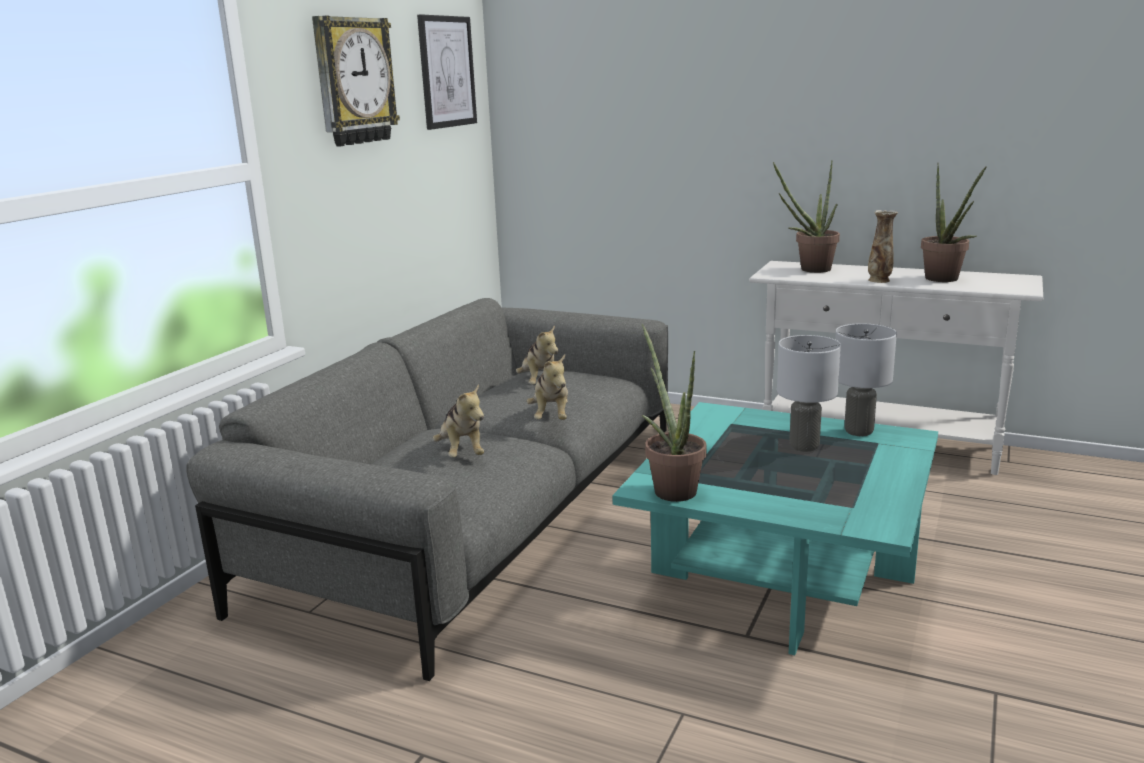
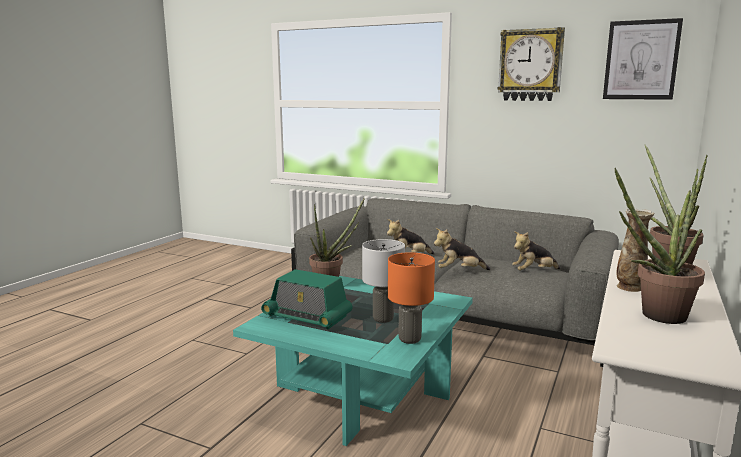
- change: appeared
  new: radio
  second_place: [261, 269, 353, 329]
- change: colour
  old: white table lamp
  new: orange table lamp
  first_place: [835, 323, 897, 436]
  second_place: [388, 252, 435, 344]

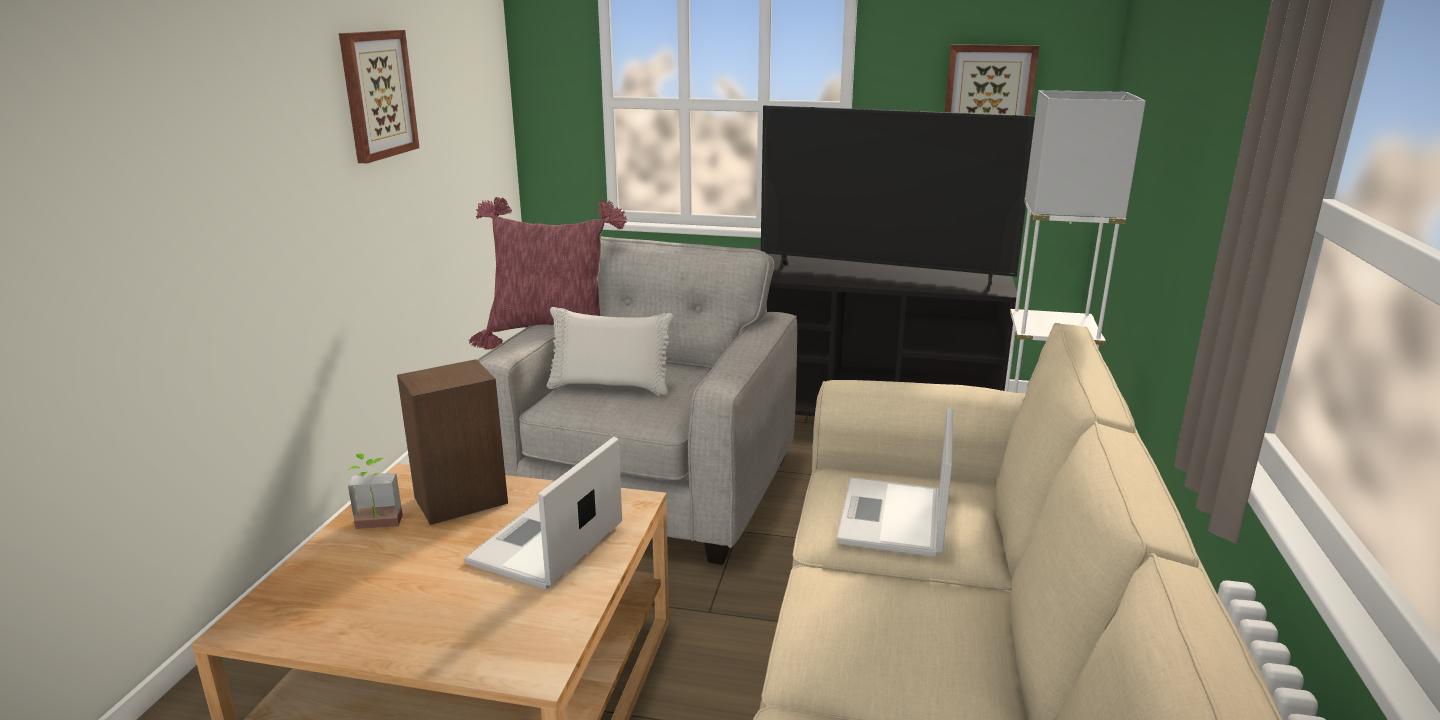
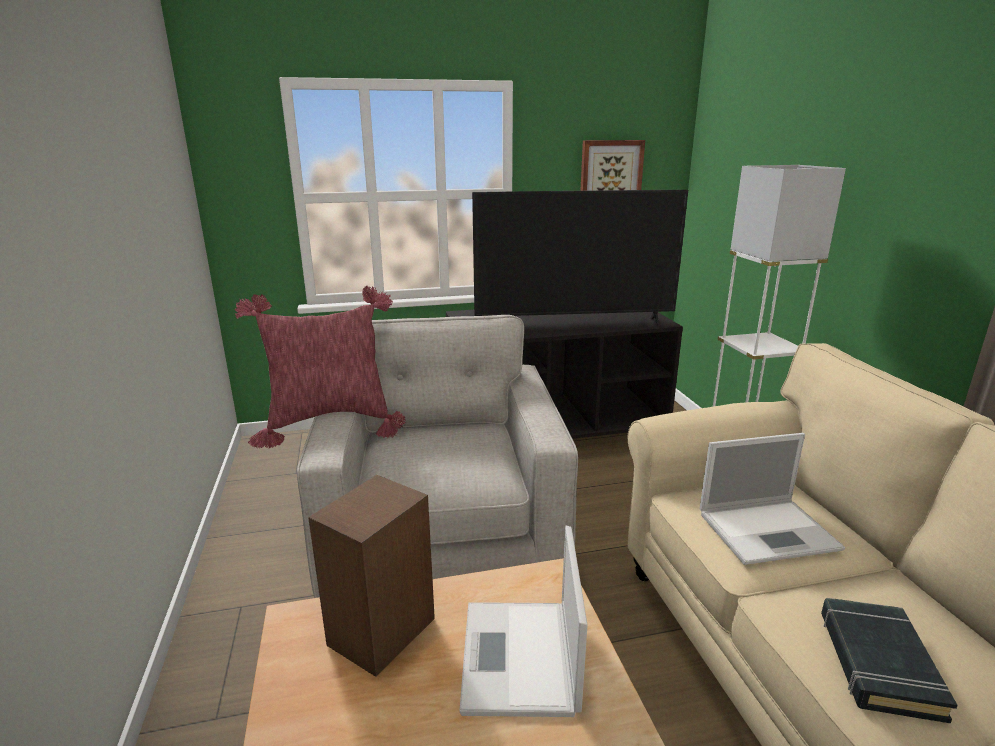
- change: spun
  old: laptop
  first_place: [836, 408, 953, 557]
  second_place: [700, 433, 845, 565]
  degrees: -90
- change: appeared
  new: black book
  second_place: [821, 598, 958, 723]
- change: missing
  old: picture
  first_place: [339, 30, 420, 163]
- change: missing
  old: potted plant
  first_place: [348, 453, 403, 529]
- change: missing
  old: white pillow
  first_place: [547, 307, 673, 396]

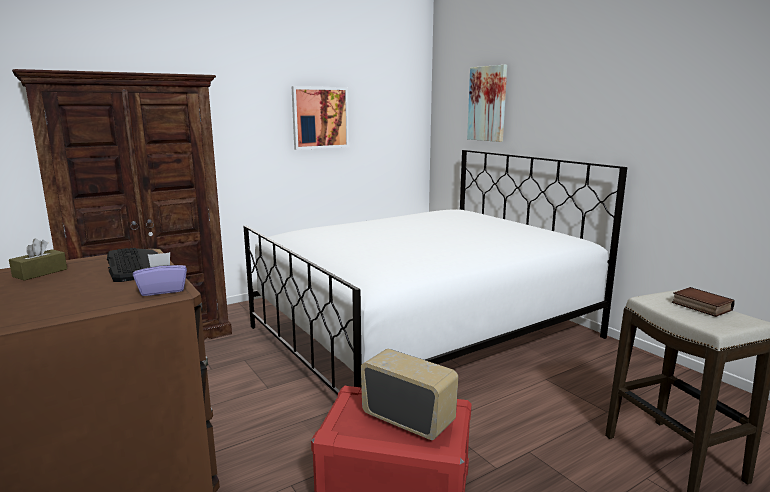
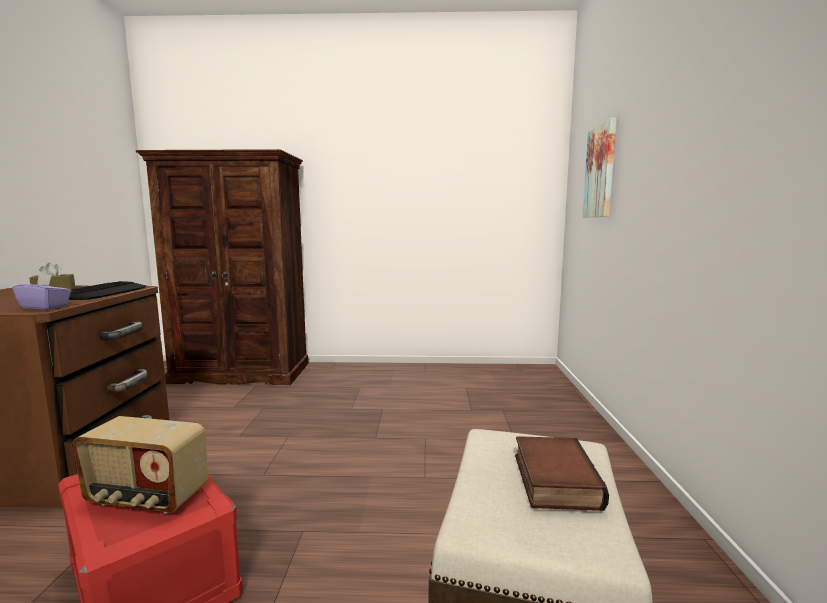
- change: spun
  old: radio
  first_place: [361, 349, 459, 440]
  second_place: [73, 416, 208, 514]
  degrees: 120
- change: missing
  old: white bed
  first_place: [244, 150, 627, 395]
- change: missing
  old: picture
  first_place: [291, 86, 349, 150]

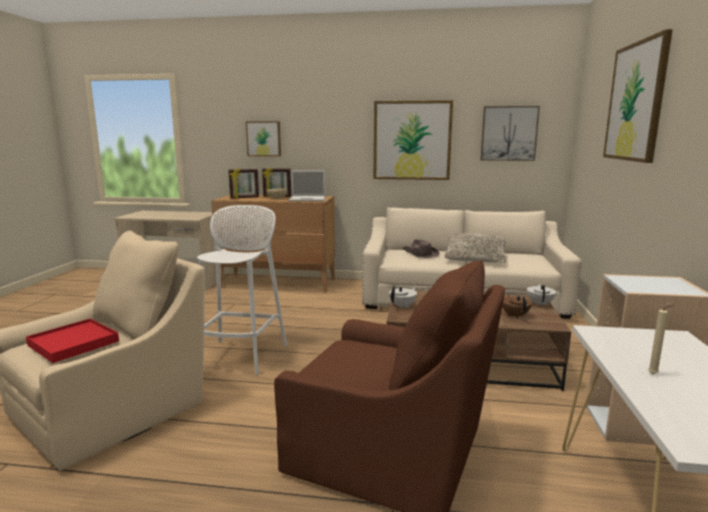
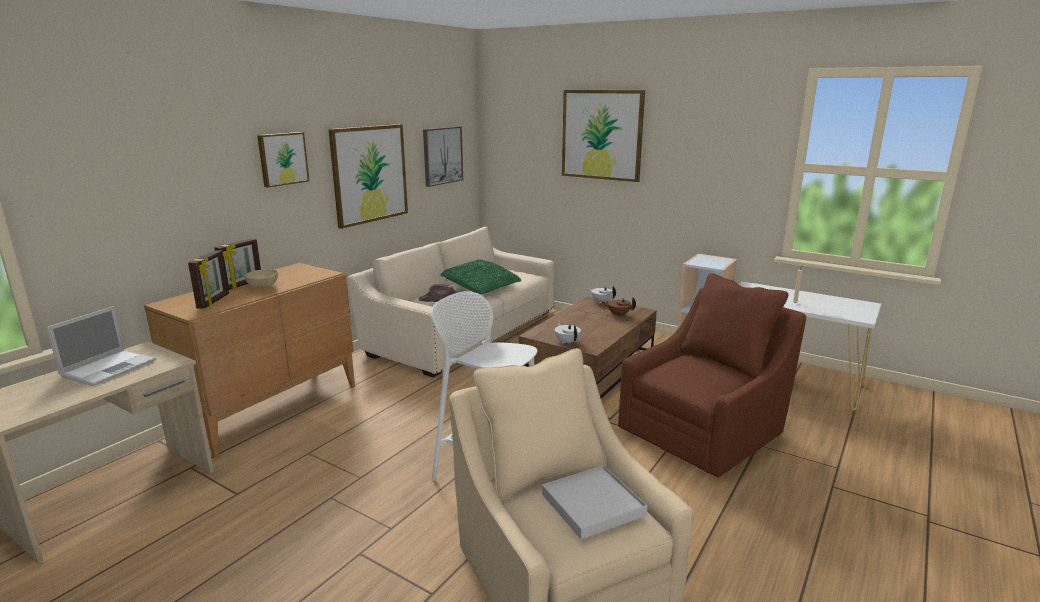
- change: relocated
  old: laptop
  first_place: [289, 170, 325, 202]
  second_place: [46, 306, 156, 386]
- change: relocated
  old: picture
  first_place: [246, 121, 281, 156]
  second_place: [257, 132, 309, 187]
- change: colour
  old: beige pillow
  new: green pillow
  first_place: [444, 233, 507, 263]
  second_place: [440, 259, 521, 294]
- change: colour
  old: red tray
  new: white tray
  first_place: [26, 319, 119, 363]
  second_place: [542, 465, 648, 540]

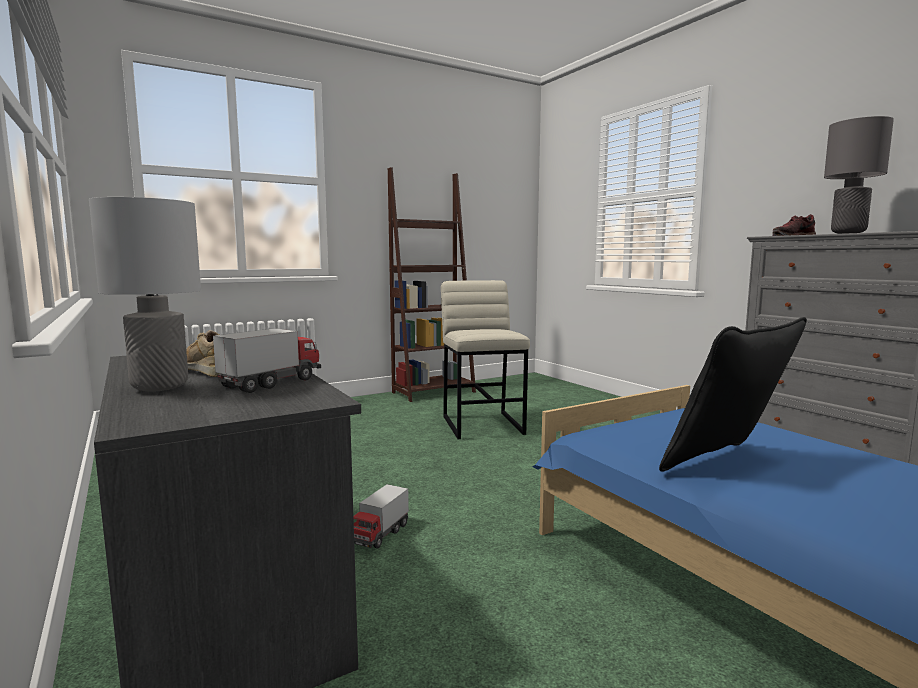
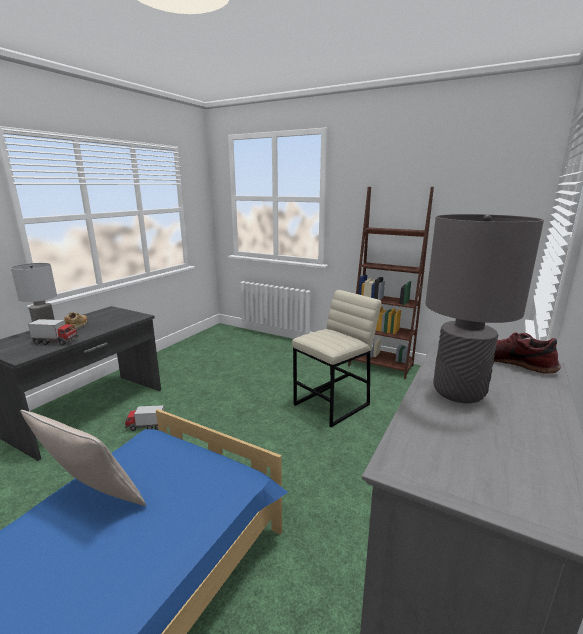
- change: colour
  old: black pillow
  new: beige pillow
  first_place: [659, 317, 807, 472]
  second_place: [20, 410, 146, 506]

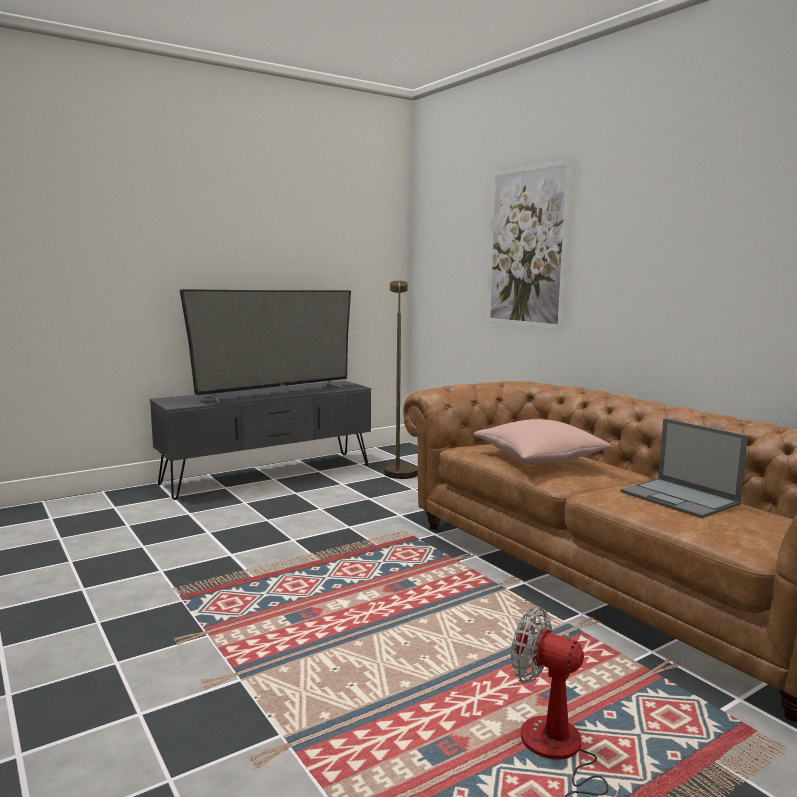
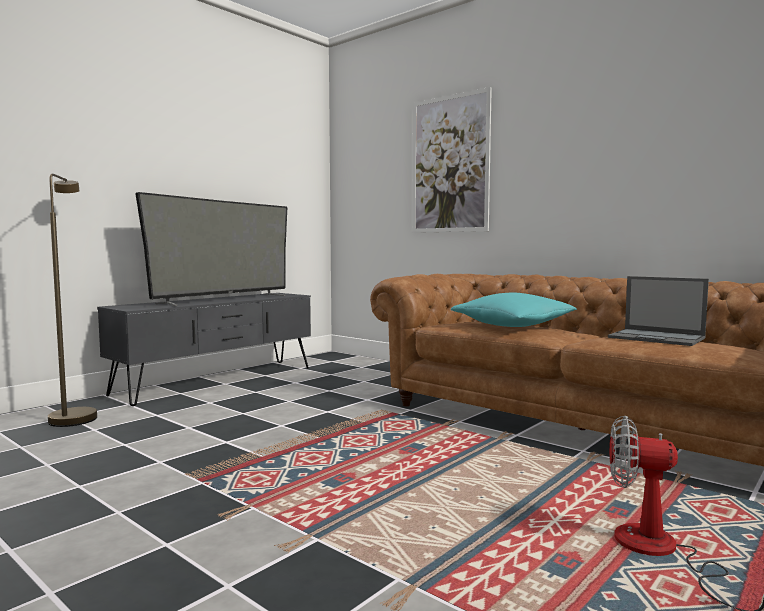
- change: relocated
  old: brown floor lamp
  first_place: [384, 280, 418, 479]
  second_place: [48, 174, 97, 427]
- change: colour
  old: pink pillow
  new: turquoise pillow
  first_place: [473, 419, 613, 463]
  second_place: [451, 293, 577, 327]

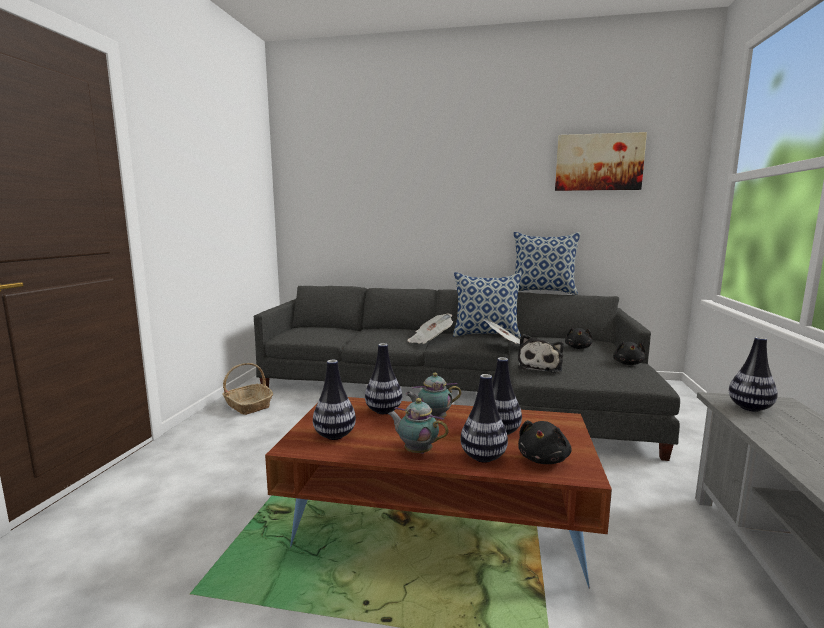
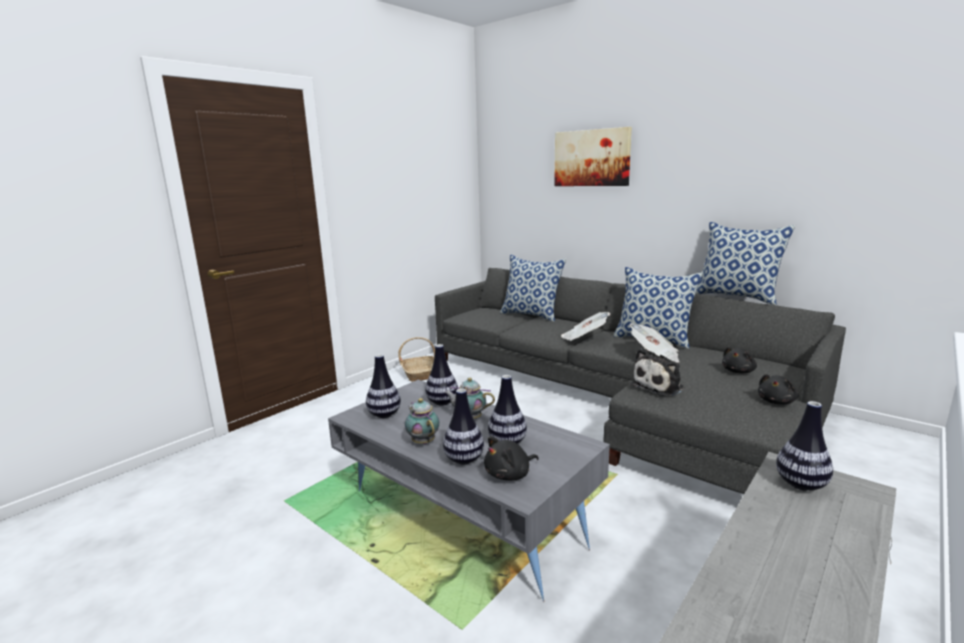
- change: colour
  old: brown coffee table
  new: grey coffee table
  first_place: [265, 397, 612, 589]
  second_place: [328, 380, 610, 602]
- change: appeared
  new: pillow
  second_place: [500, 255, 566, 322]
- change: relocated
  old: picture
  first_place: [555, 132, 647, 191]
  second_place: [554, 127, 632, 186]

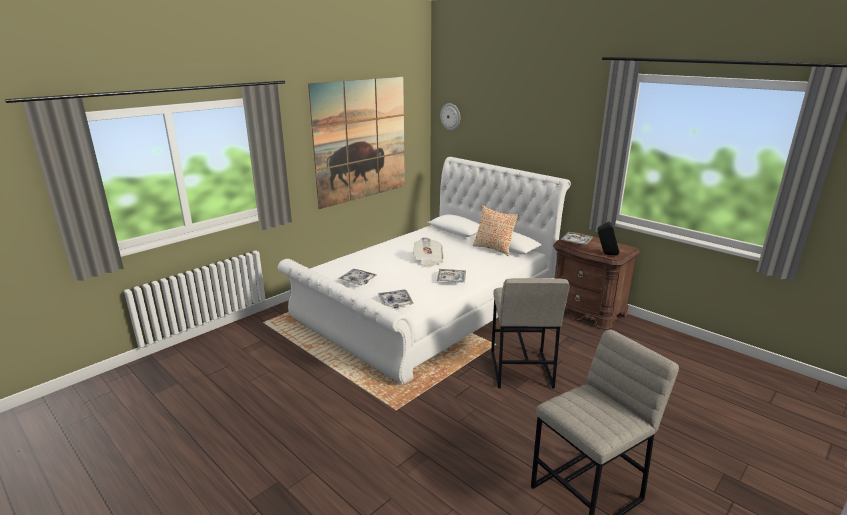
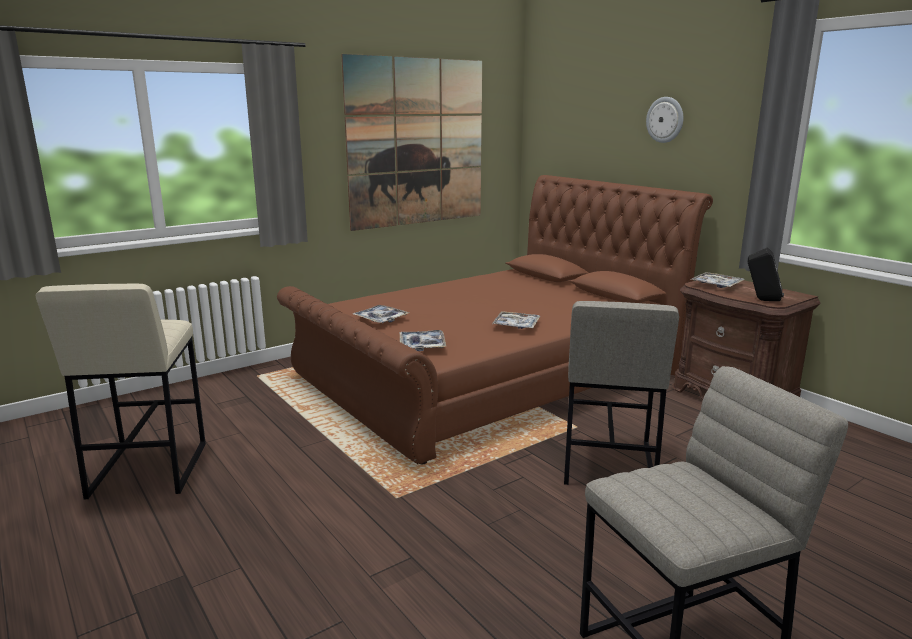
- change: appeared
  new: beige stool
  second_place: [36, 284, 206, 499]
- change: colour
  old: white bed
  new: brown bed
  first_place: [278, 157, 571, 384]
  second_place: [277, 175, 713, 464]
- change: relocated
  old: wall clock
  first_place: [440, 103, 460, 130]
  second_place: [646, 97, 683, 143]
- change: missing
  old: newspaper
  first_place: [413, 237, 444, 268]
- change: missing
  old: beige pillow
  first_place: [473, 206, 518, 256]

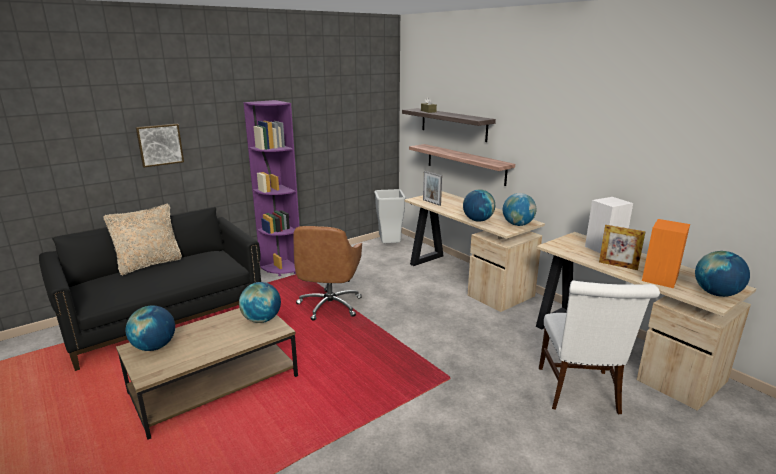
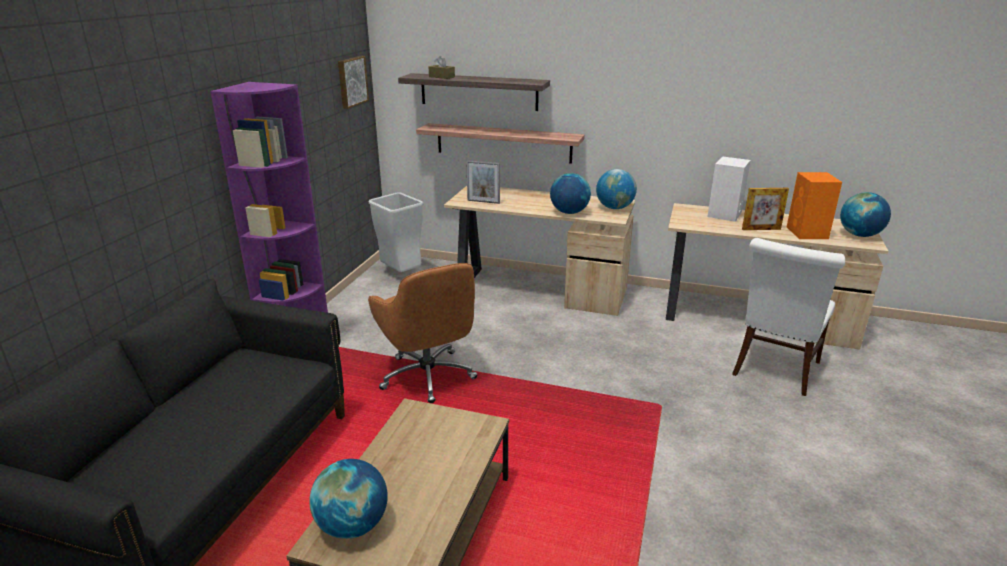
- change: relocated
  old: picture
  first_place: [136, 124, 184, 167]
  second_place: [338, 56, 369, 109]
- change: spun
  old: white chair
  first_place: [539, 280, 660, 414]
  second_place: [732, 238, 845, 396]
  degrees: 60
- change: missing
  old: beige pillow
  first_place: [103, 204, 182, 275]
- change: missing
  old: globe
  first_place: [239, 282, 281, 323]

